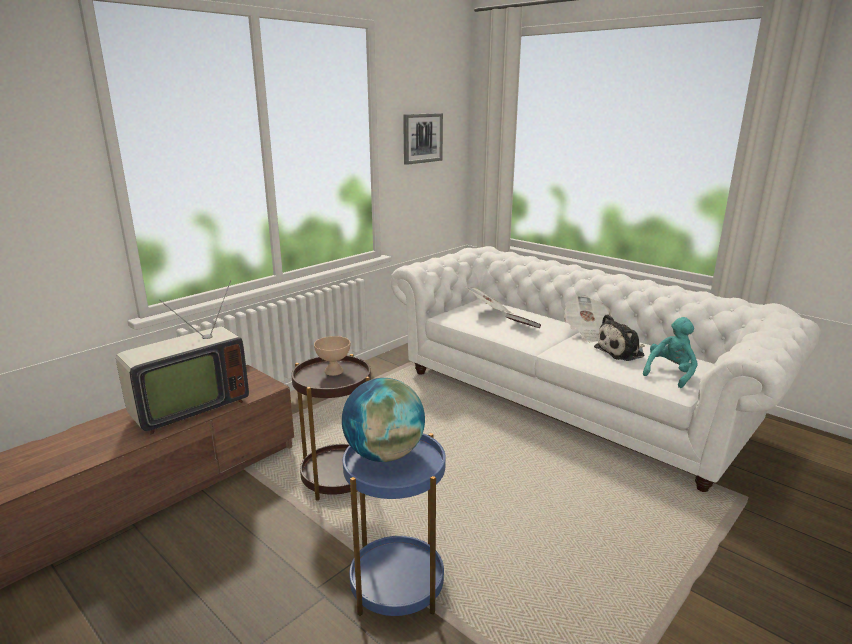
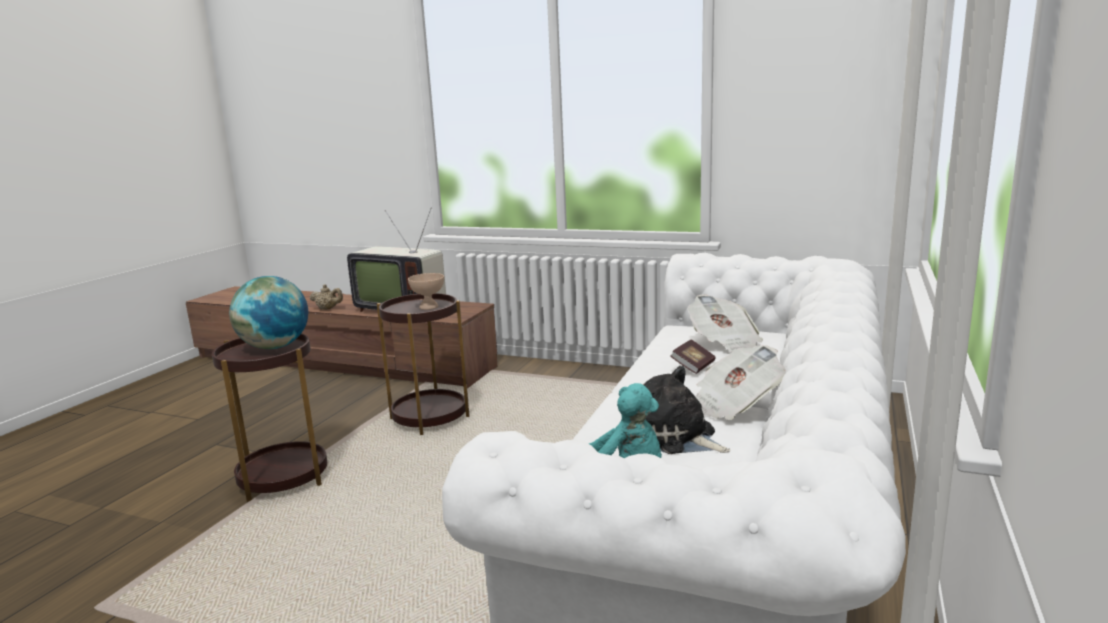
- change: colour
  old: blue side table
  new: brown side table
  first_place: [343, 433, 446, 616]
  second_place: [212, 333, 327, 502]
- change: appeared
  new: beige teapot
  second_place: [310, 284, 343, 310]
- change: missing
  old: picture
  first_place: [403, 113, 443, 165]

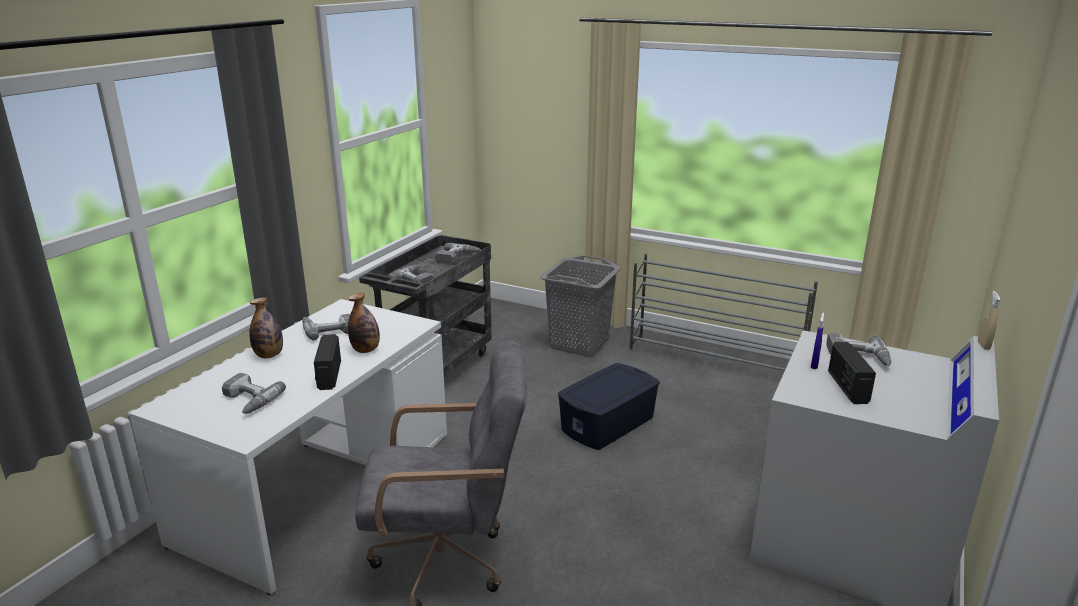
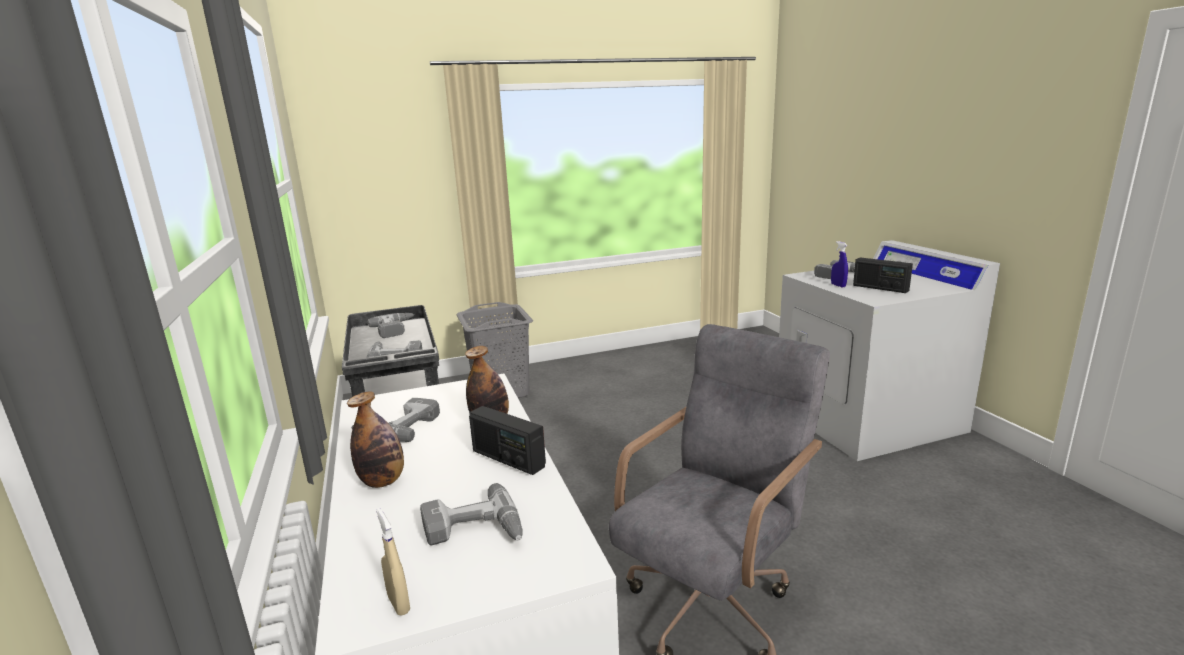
- change: relocated
  old: beige spray bottle
  first_place: [978, 291, 1000, 350]
  second_place: [376, 508, 410, 616]
- change: missing
  old: blue storage box
  first_place: [558, 363, 660, 450]
- change: missing
  old: grey shoe rack
  first_place: [629, 253, 818, 371]

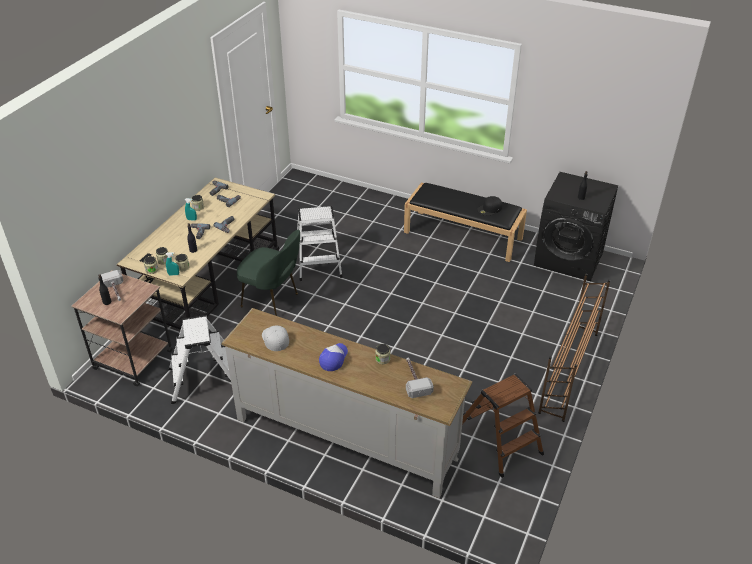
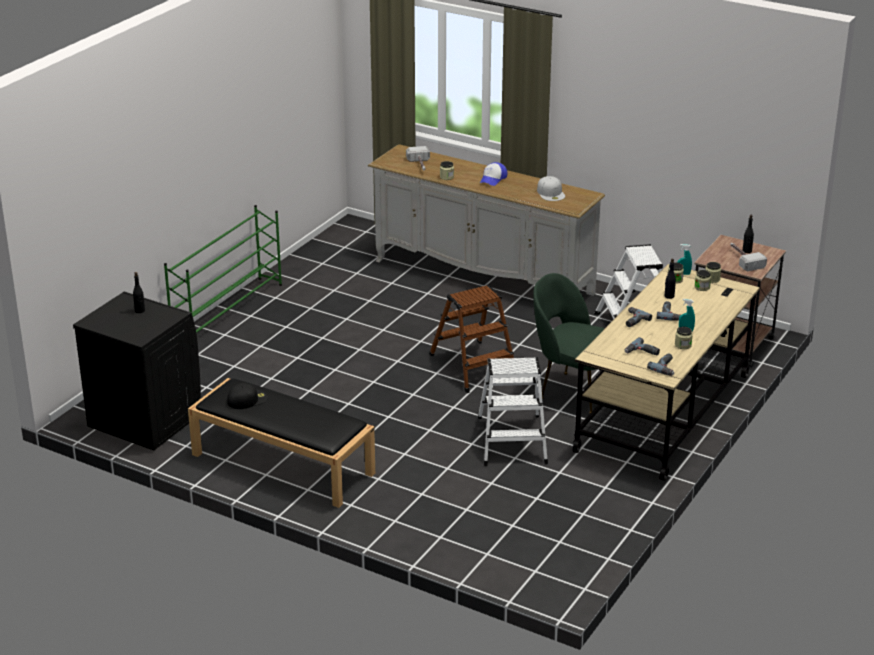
- change: colour
  old: brown shoe rack
  new: green shoe rack
  first_place: [538, 273, 610, 422]
  second_place: [164, 205, 282, 333]
- change: relocated
  old: brown step ladder
  first_place: [462, 373, 544, 478]
  second_place: [429, 285, 514, 393]

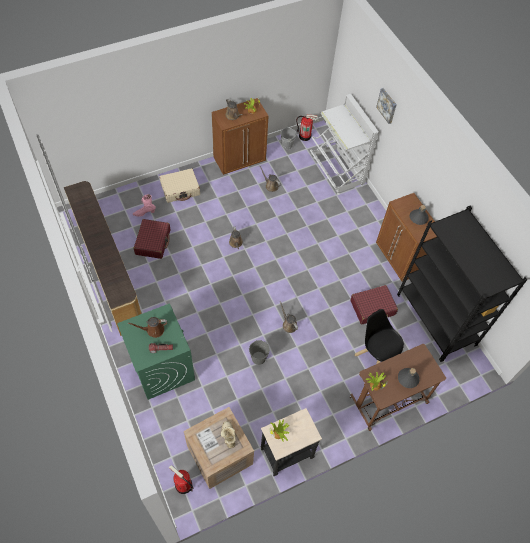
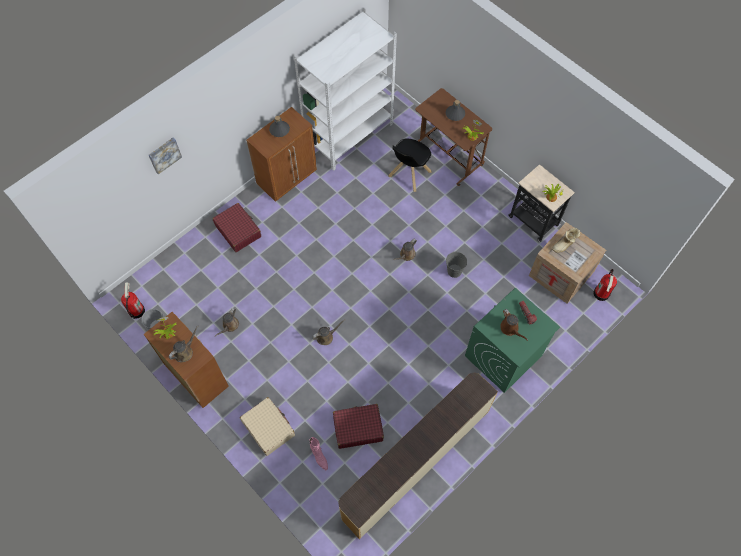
- change: relocated
  old: red suitcase
  first_place: [350, 285, 398, 324]
  second_place: [213, 203, 261, 252]
- change: colour
  old: black bookcase
  new: white bookcase
  first_place: [397, 206, 527, 362]
  second_place: [294, 7, 397, 171]
- change: missing
  old: white shoe rack
  first_place: [310, 94, 379, 195]

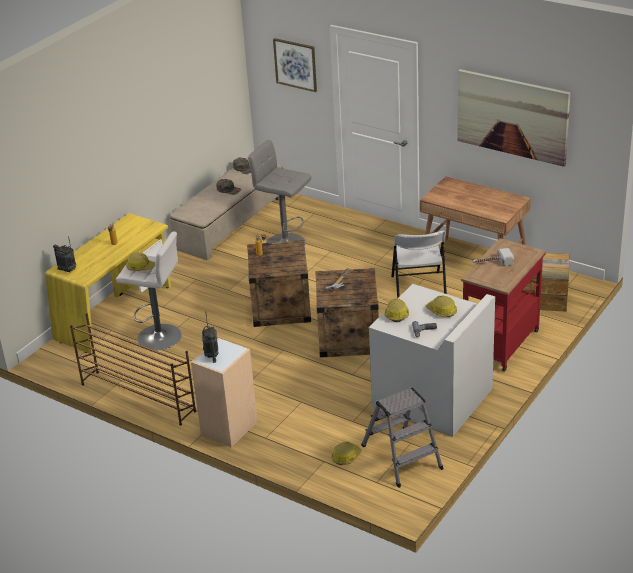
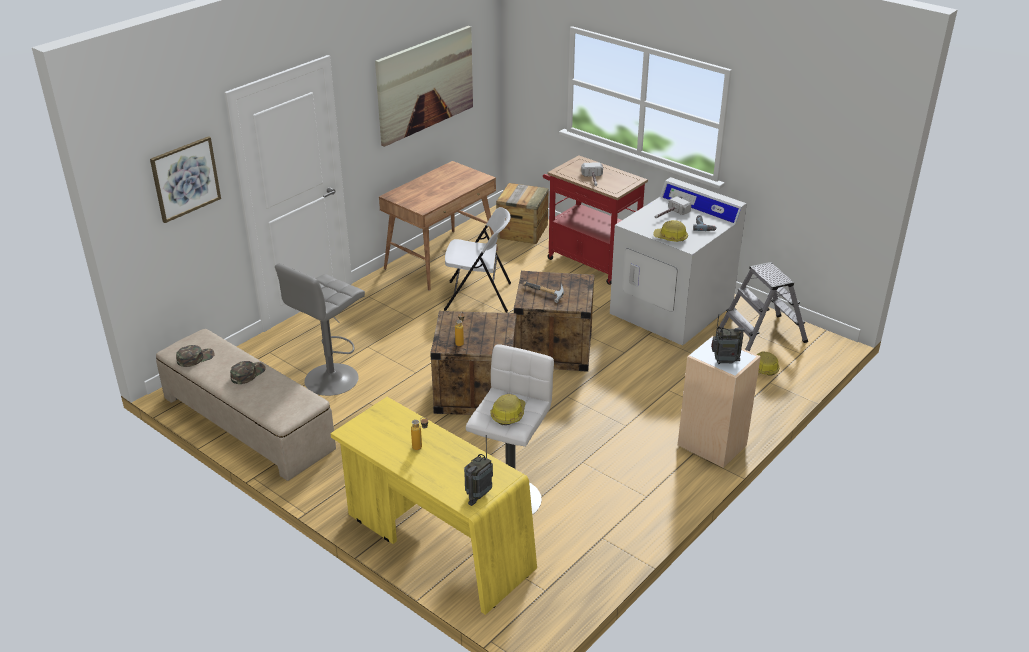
- change: exchanged
  old: hard hat
  new: hammer
  first_place: [426, 296, 457, 317]
  second_place: [654, 196, 691, 218]
- change: missing
  old: brown shoe rack
  first_place: [70, 314, 196, 426]

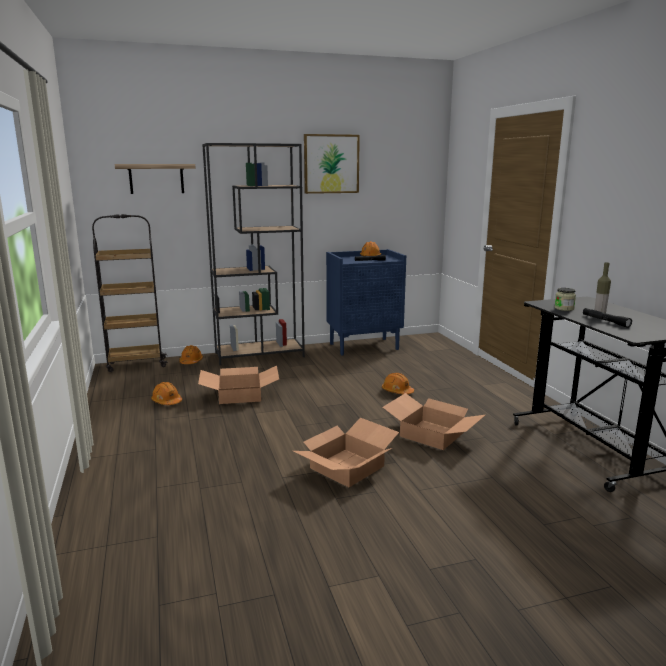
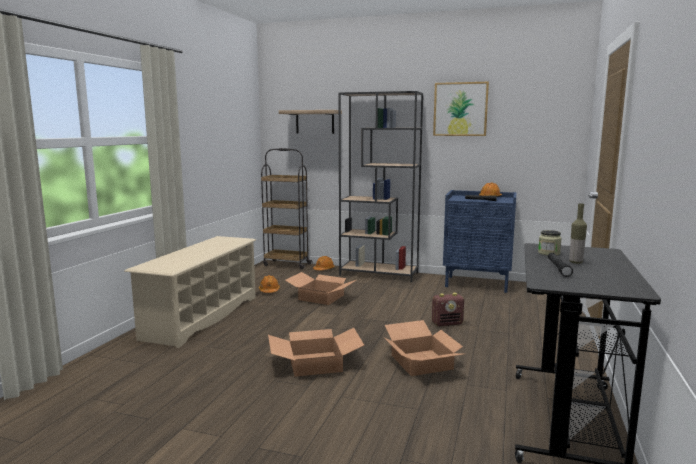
- change: appeared
  new: beige shoe rack
  second_place: [124, 236, 256, 348]
- change: exchanged
  old: orange hard hat
  new: radio
  first_place: [382, 373, 414, 394]
  second_place: [432, 293, 464, 326]

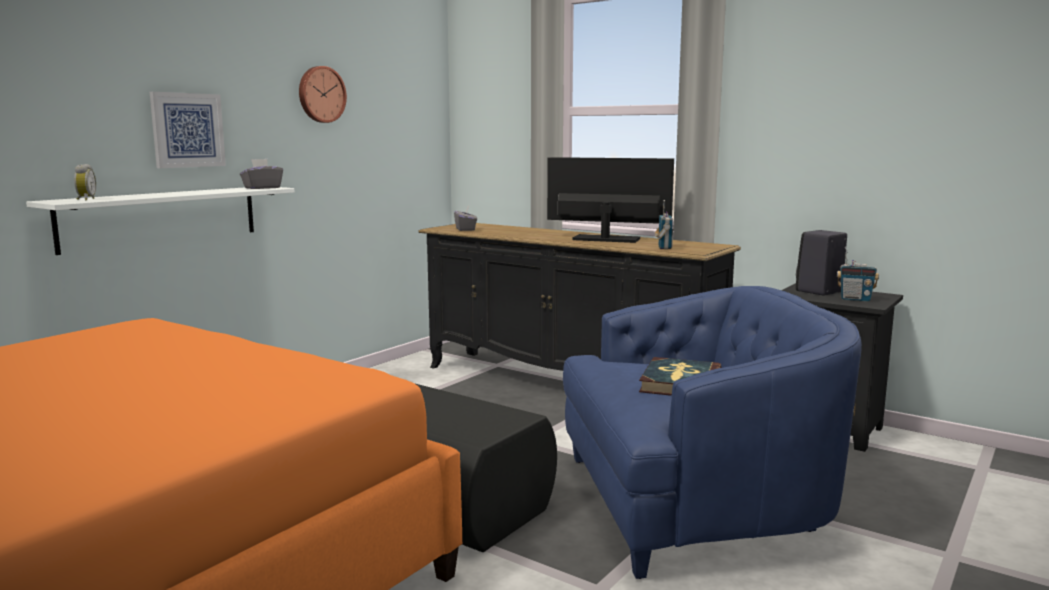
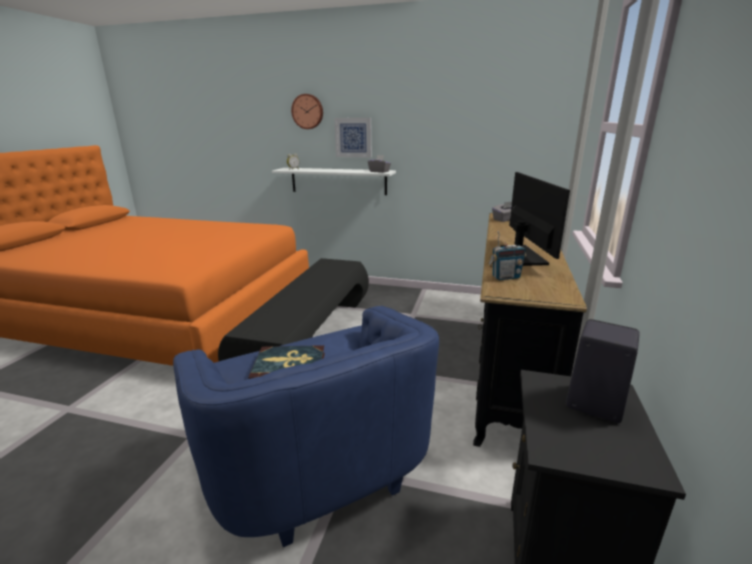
- change: relocated
  old: wall clock
  first_place: [299, 66, 347, 123]
  second_place: [291, 94, 323, 129]
- change: missing
  old: radio
  first_place: [837, 247, 879, 301]

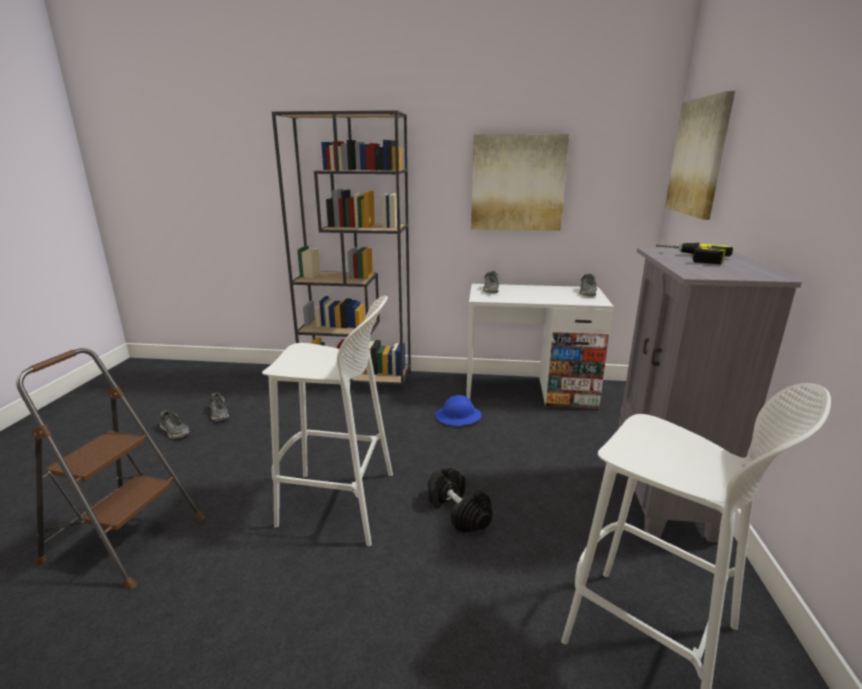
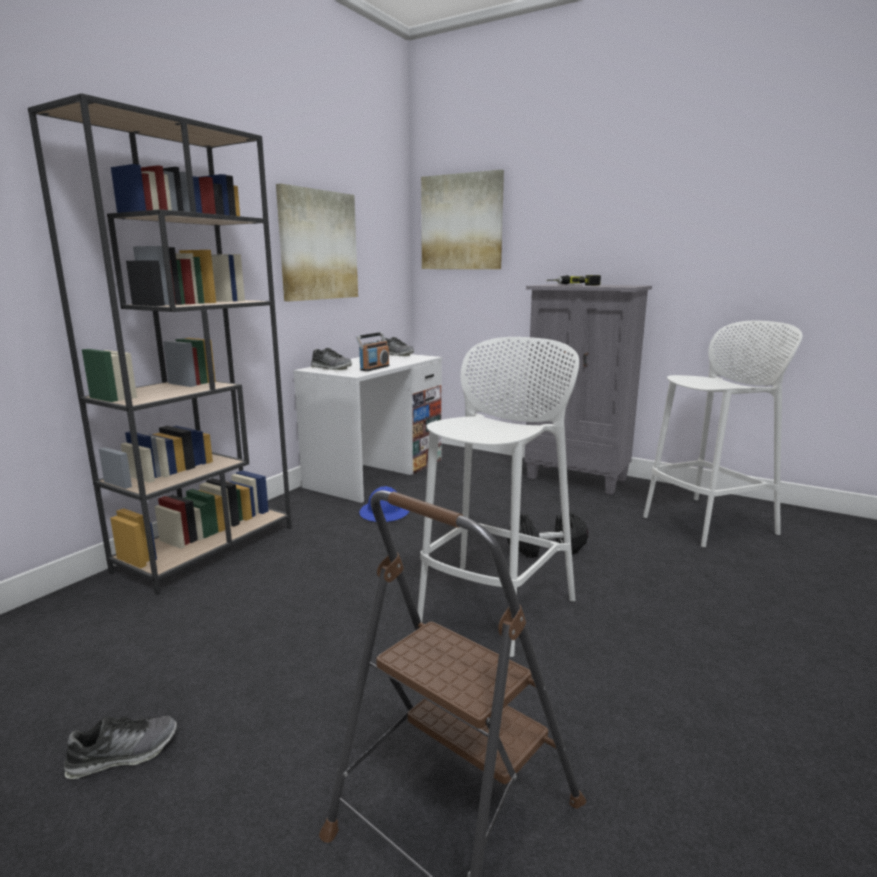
- change: appeared
  new: radio
  second_place: [356, 332, 390, 371]
- change: missing
  old: shoe
  first_place: [209, 392, 229, 421]

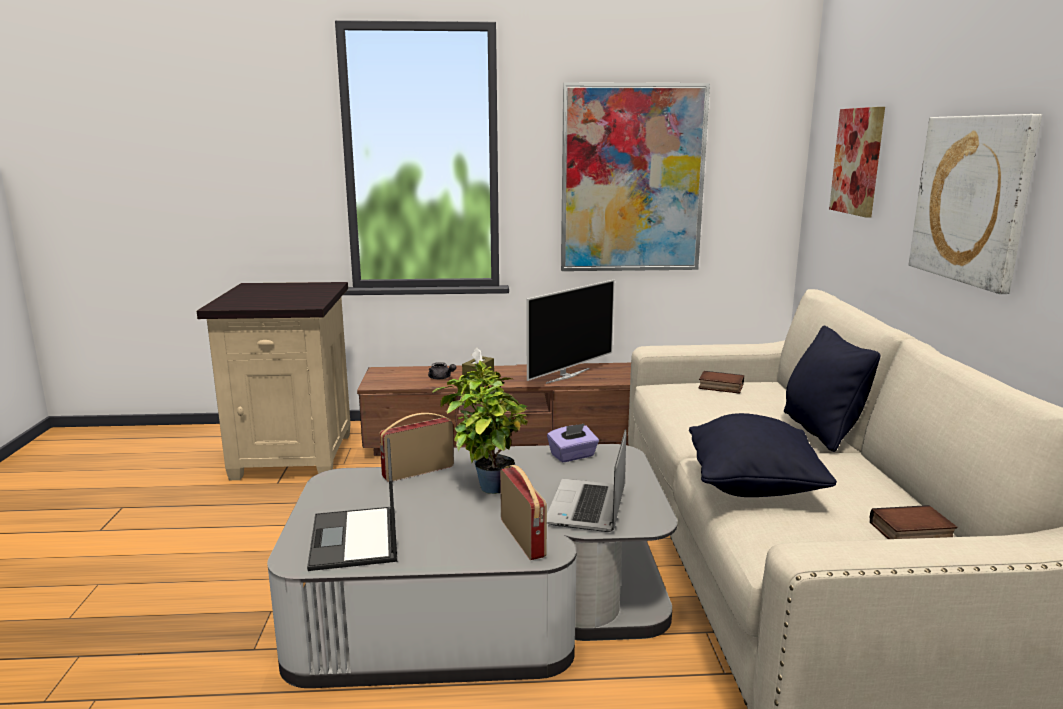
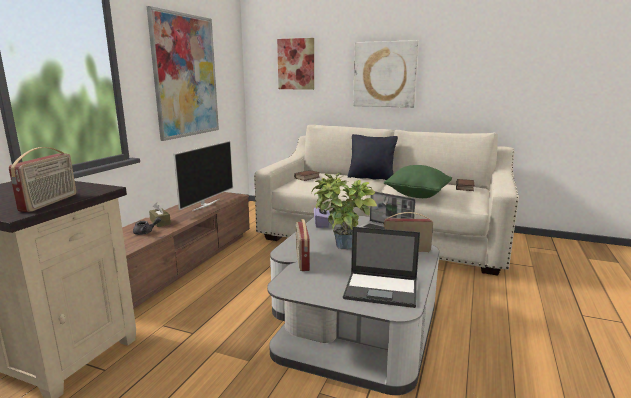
- change: appeared
  new: radio
  second_place: [9, 147, 76, 212]
- change: spun
  old: television
  first_place: [527, 280, 615, 384]
  second_place: [173, 141, 233, 211]
  degrees: 45
- change: colour
  old: black pillow
  new: green pillow
  first_place: [689, 413, 837, 497]
  second_place: [384, 165, 452, 198]

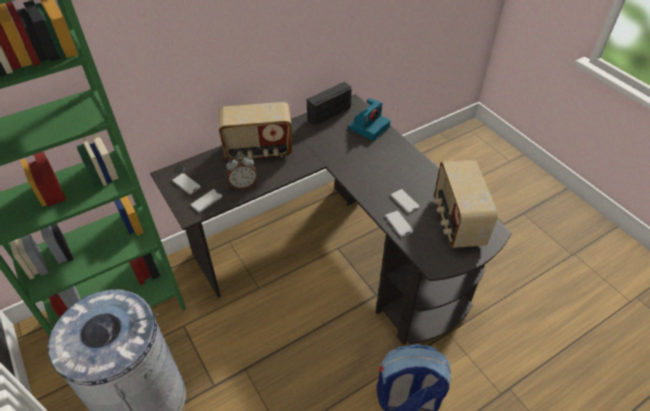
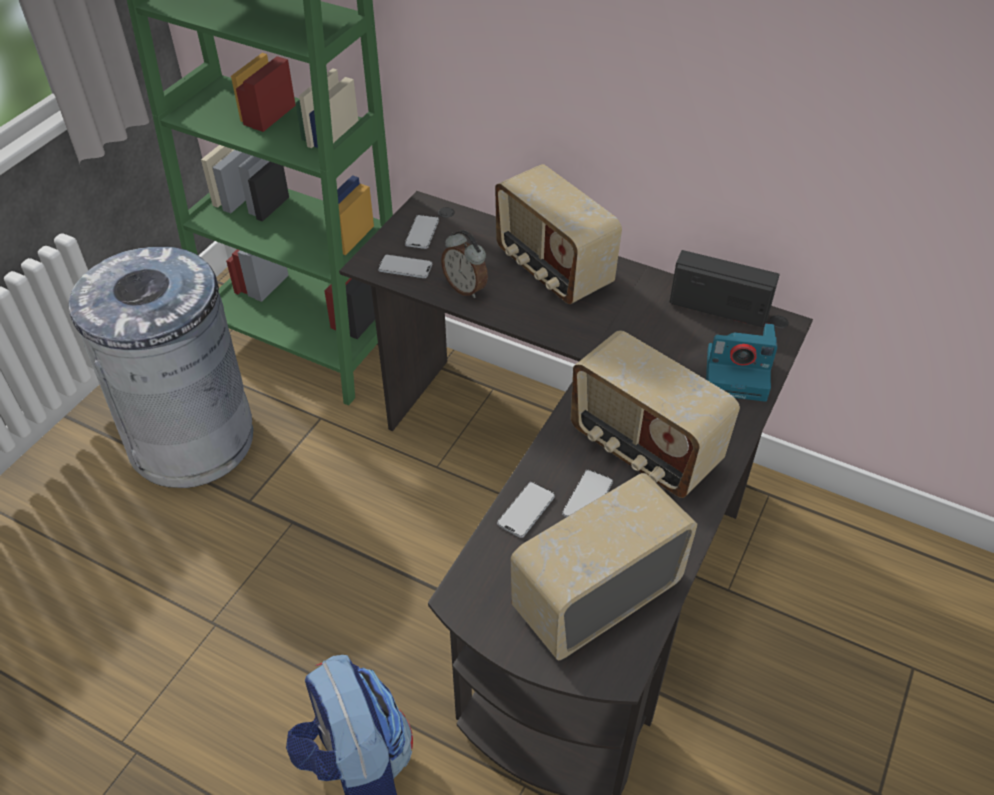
- change: appeared
  new: radio
  second_place: [571, 331, 740, 498]

